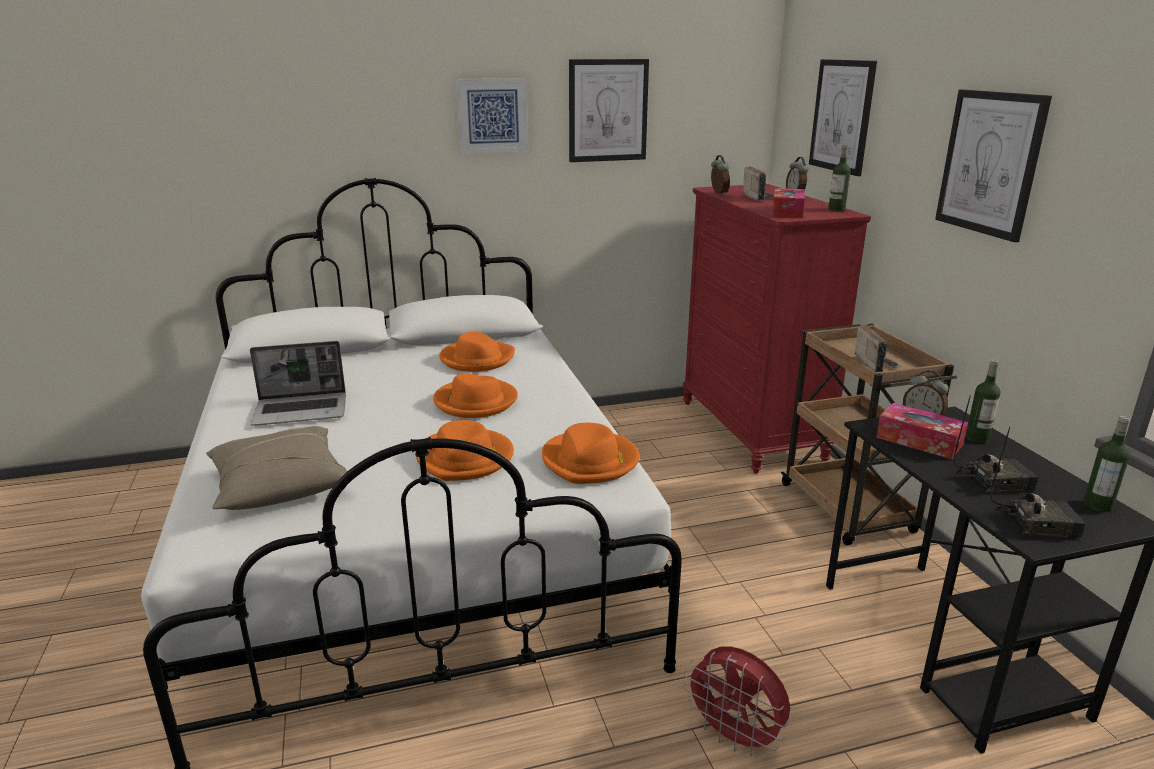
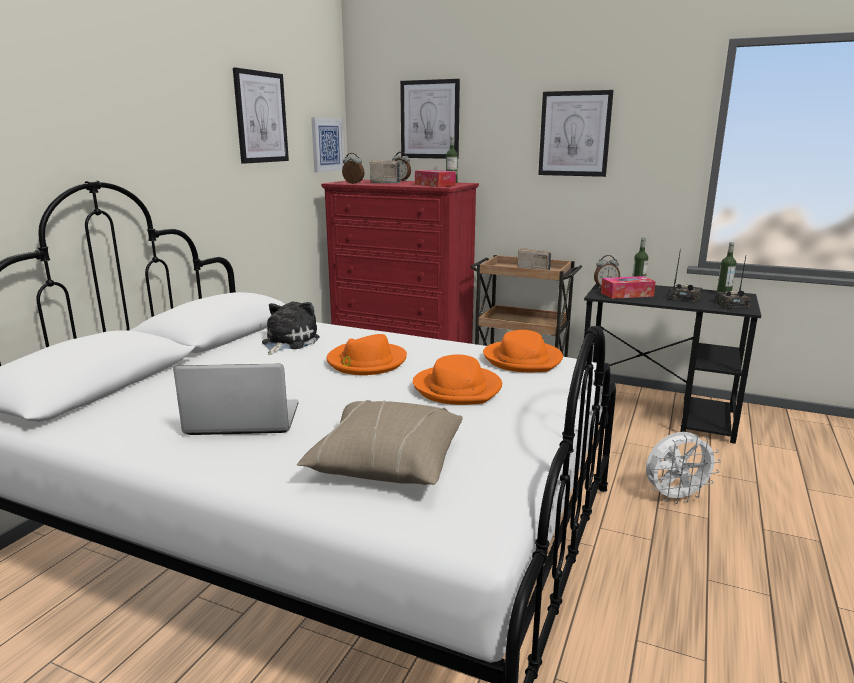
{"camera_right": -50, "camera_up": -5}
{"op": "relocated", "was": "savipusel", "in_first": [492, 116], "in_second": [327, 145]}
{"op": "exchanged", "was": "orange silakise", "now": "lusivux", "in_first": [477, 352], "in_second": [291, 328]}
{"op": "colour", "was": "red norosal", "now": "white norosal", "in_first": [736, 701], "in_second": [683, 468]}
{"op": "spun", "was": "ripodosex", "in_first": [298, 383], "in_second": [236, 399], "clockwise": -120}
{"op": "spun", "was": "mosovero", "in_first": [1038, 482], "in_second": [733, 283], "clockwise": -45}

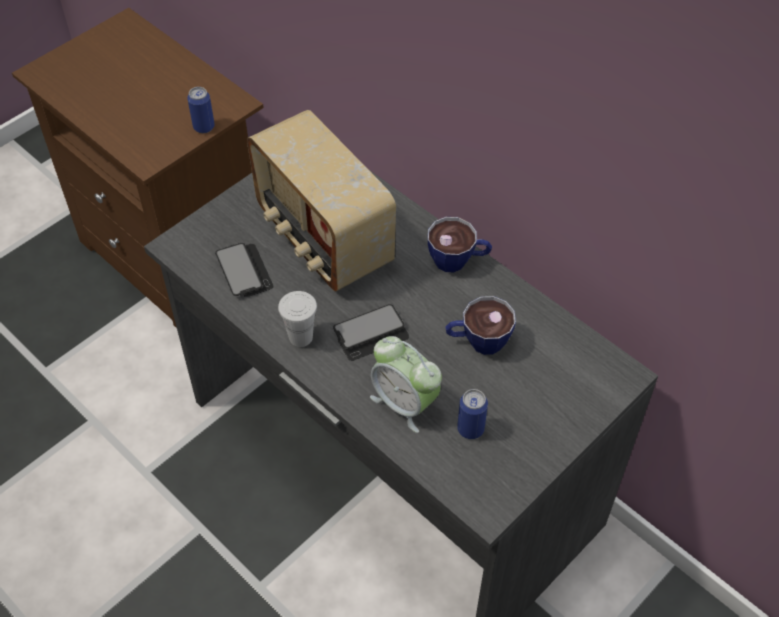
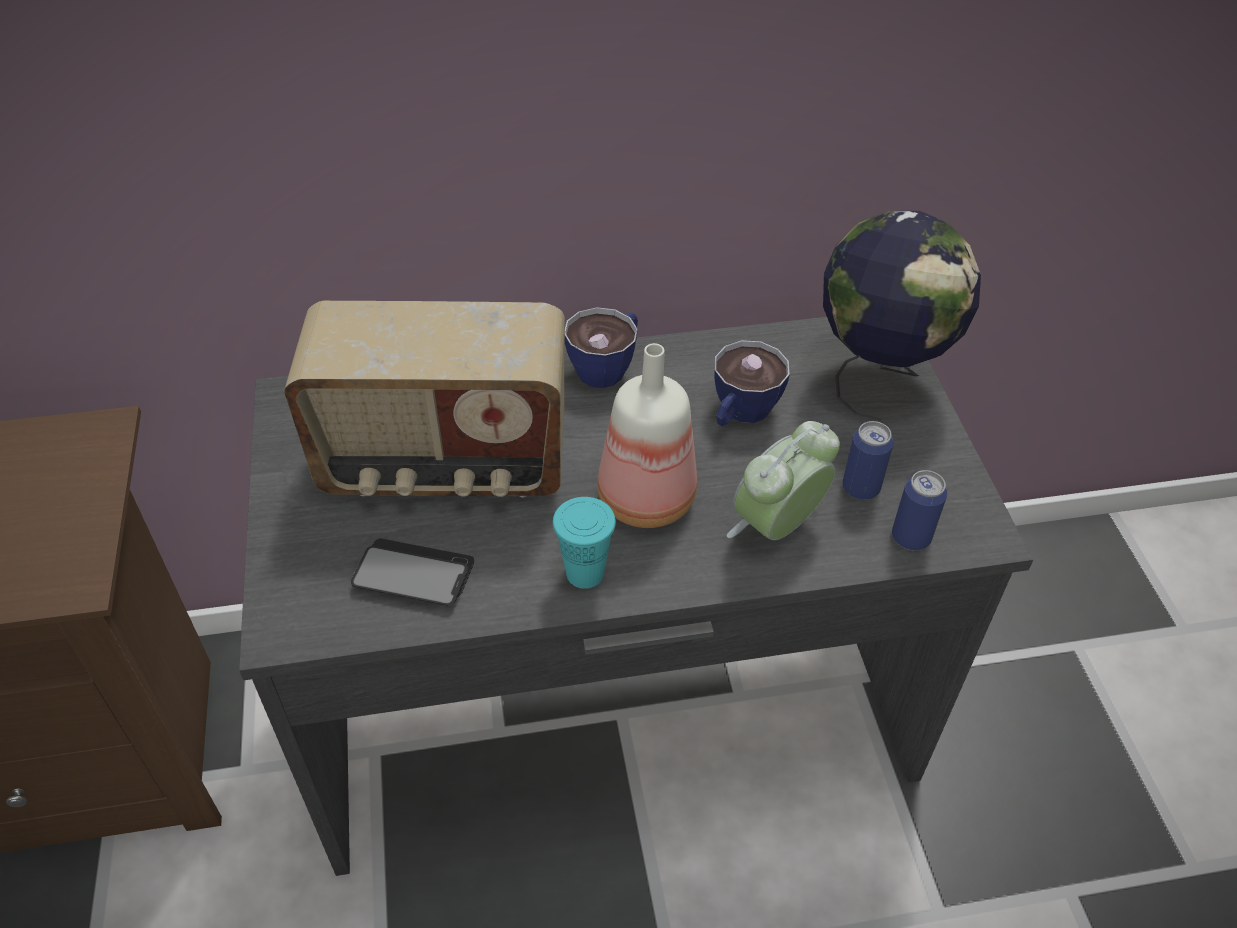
{"camera_right": -55, "camera_up": -5}
{"op": "appeared", "now": "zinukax", "in_second": [902, 316]}
{"op": "relocated", "was": "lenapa", "in_first": [201, 110], "in_second": [919, 510]}
{"op": "exchanged", "was": "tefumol", "now": "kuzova", "in_first": [371, 332], "in_second": [647, 435]}
{"op": "colour", "was": "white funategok", "now": "turquoise funategok", "in_first": [297, 319], "in_second": [584, 543]}
{"op": "spun", "was": "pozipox", "in_first": [406, 384], "in_second": [783, 480], "clockwise": 150}

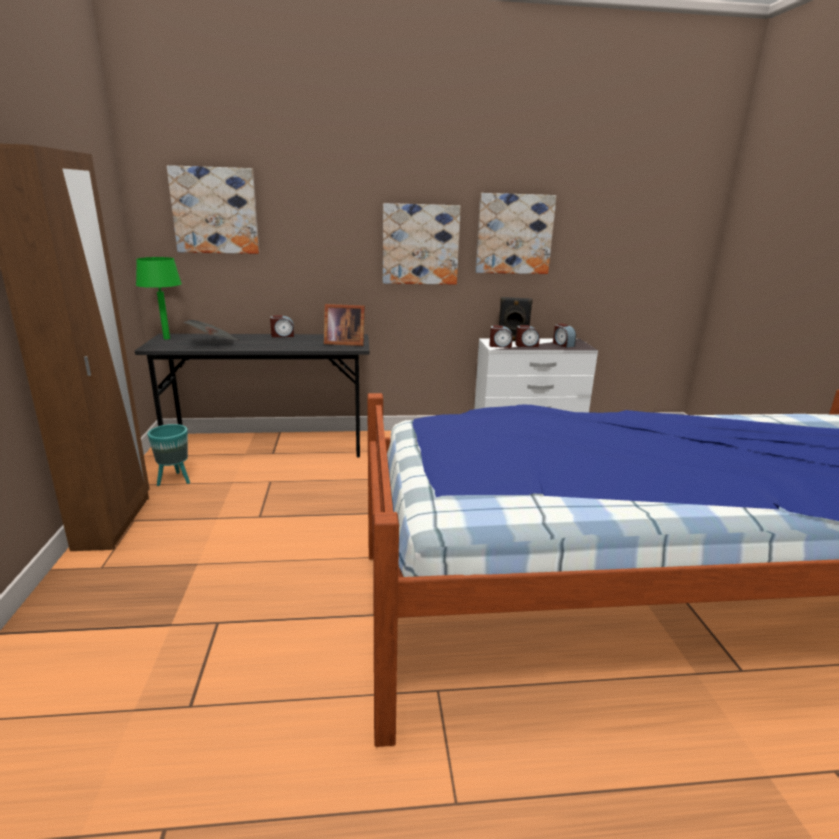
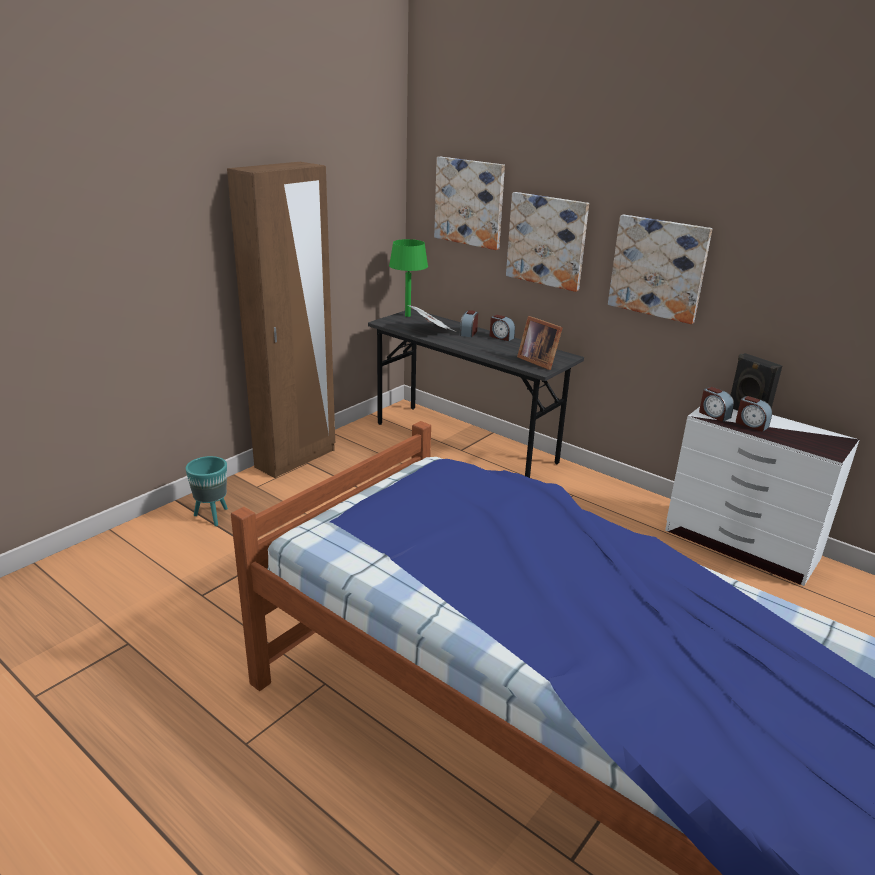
{"camera_right": 45, "camera_up": 5}
{"op": "relocated", "was": "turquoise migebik", "in_first": [168, 455], "in_second": [206, 491]}
{"op": "relocated", "was": "savipusel", "in_first": [516, 233], "in_second": [547, 242]}
{"op": "relocated", "was": "pozipox", "in_first": [564, 335], "in_second": [469, 323]}

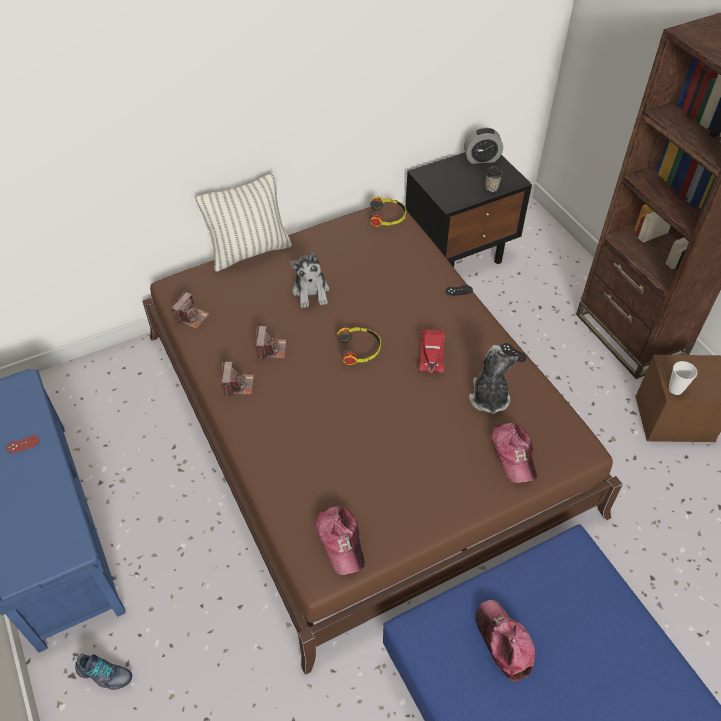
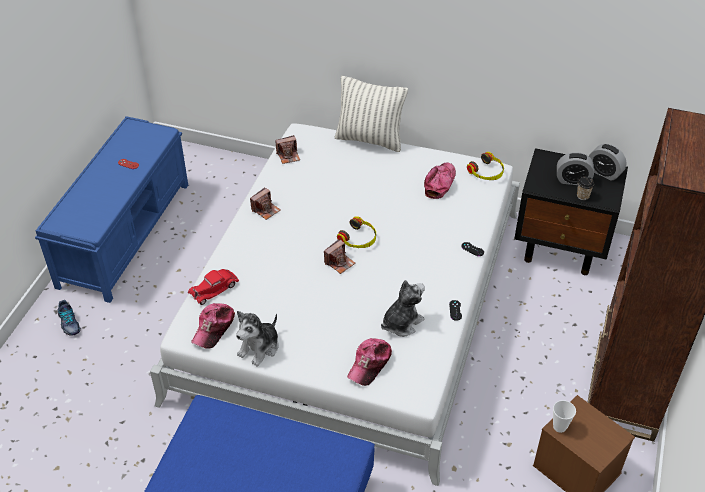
{"camera_right": 45, "camera_up": -5}
{"op": "appeared", "now": "pozipox", "in_second": [575, 168]}
{"op": "relocated", "was": "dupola", "in_first": [271, 343], "in_second": [339, 256]}
{"op": "relocated", "was": "lusivux", "in_first": [309, 280], "in_second": [257, 338]}
{"op": "relocated", "was": "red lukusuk", "in_first": [432, 351], "in_second": [213, 287]}
{"op": "relocated", "was": "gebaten", "in_first": [505, 640], "in_second": [440, 180]}
{"op": "colour", "was": "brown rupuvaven", "now": "white rupuvaven", "in_first": [382, 437], "in_second": [335, 304]}

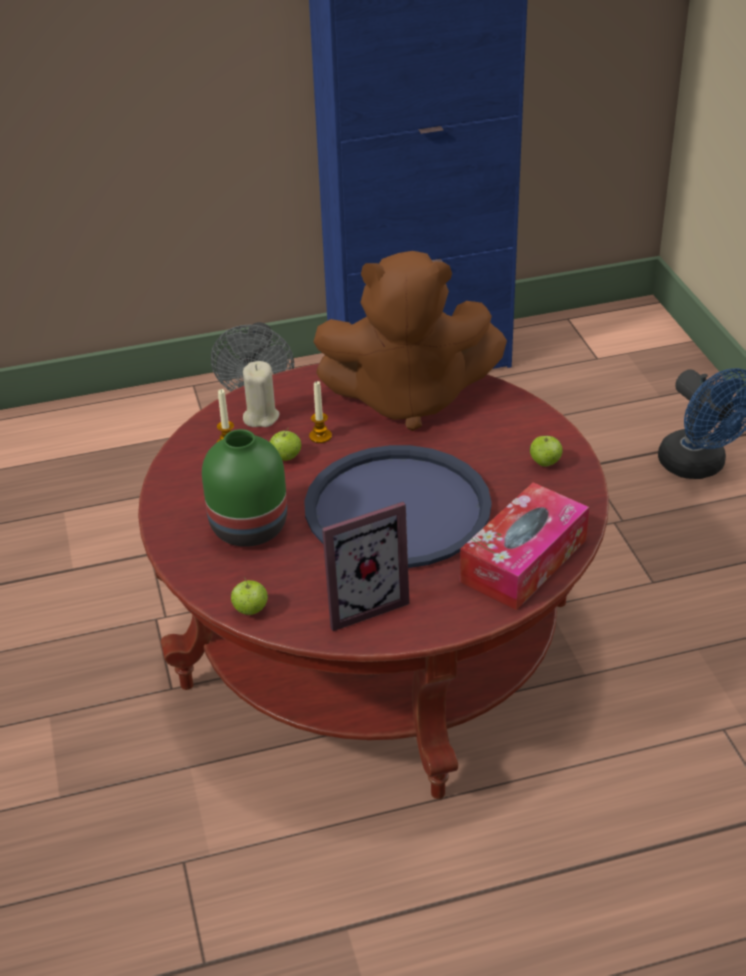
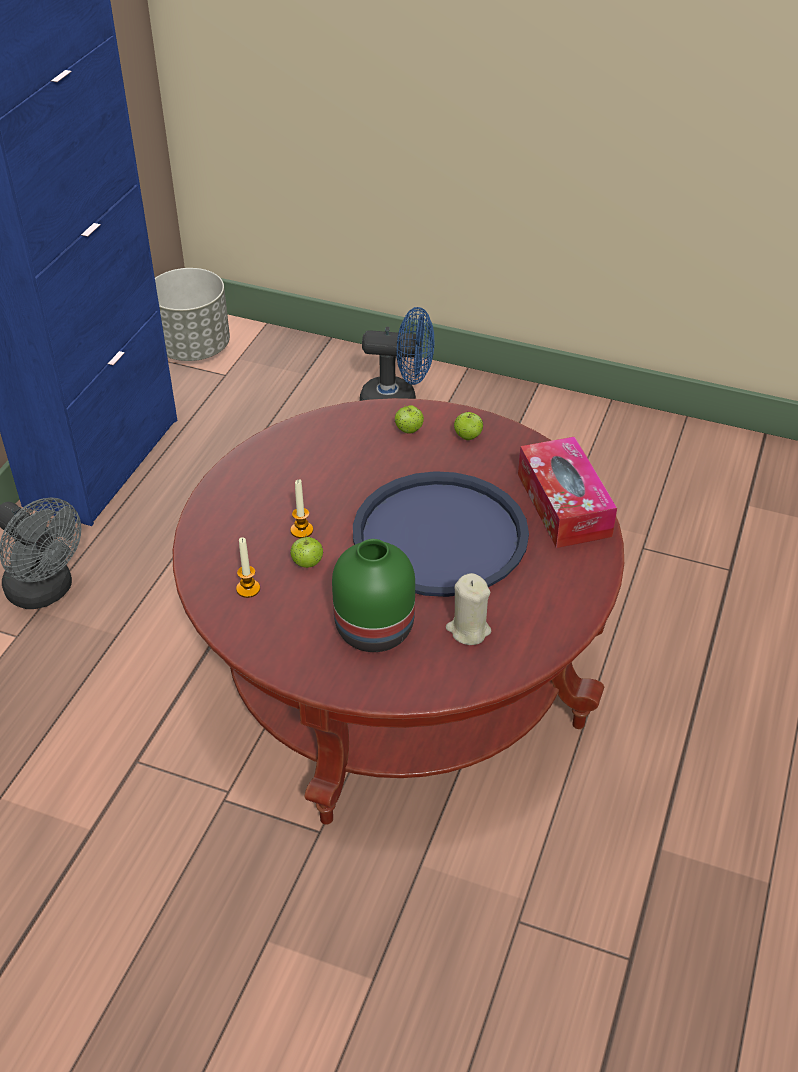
{"camera_right": -55, "camera_up": 5}
{"op": "missing", "was": "brown lusivux", "in_first": [410, 341]}
{"op": "missing", "was": "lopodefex", "in_first": [365, 566]}
{"op": "appeared", "now": "grey migebik", "in_second": [192, 314]}
{"op": "relocated", "was": "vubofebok", "in_first": [249, 596], "in_second": [409, 419]}
{"op": "relocated", "was": "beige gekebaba", "in_first": [261, 394], "in_second": [468, 609]}

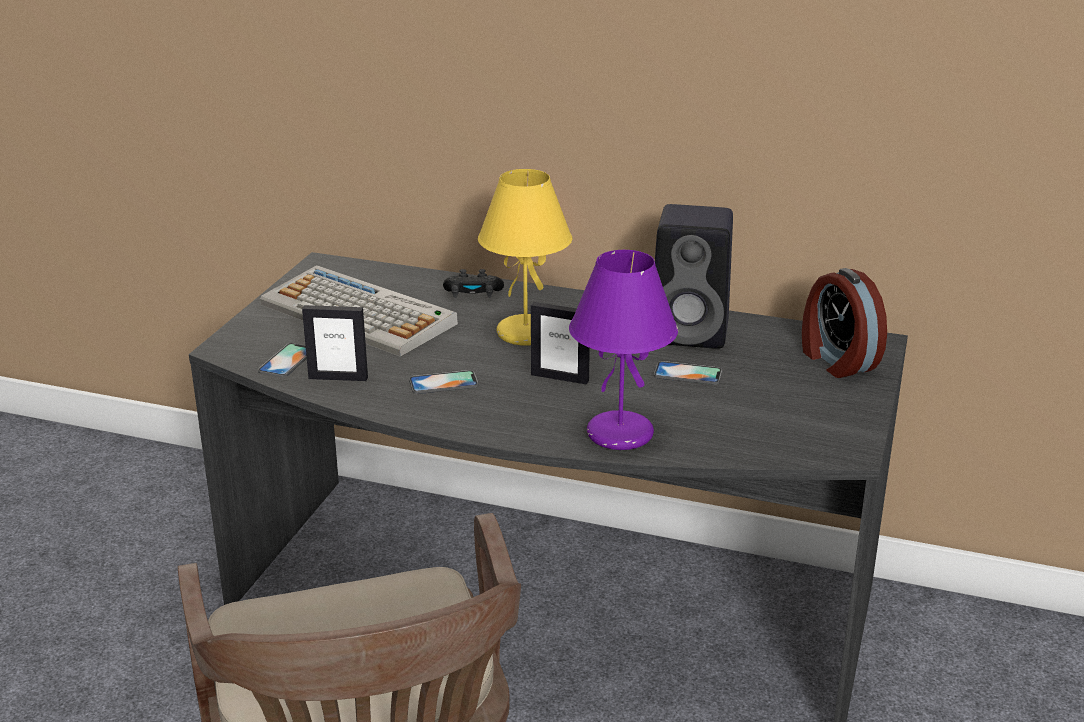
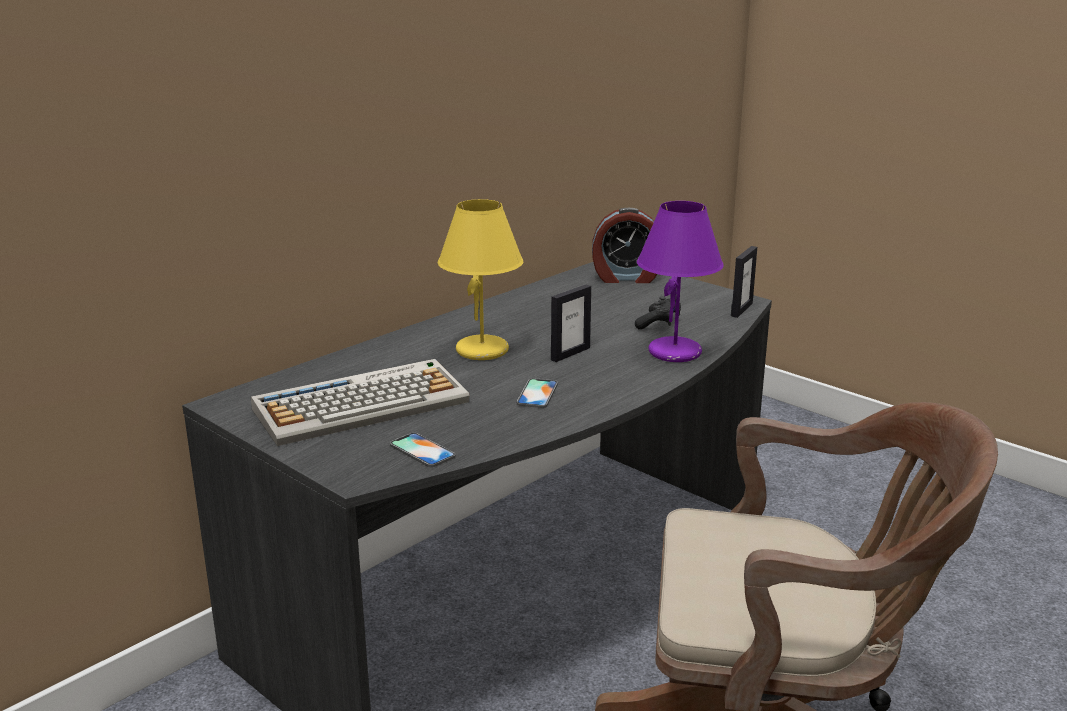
{"camera_right": -65, "camera_up": -5}
{"op": "missing", "was": "tefumol", "in_first": [688, 373]}
{"op": "missing", "was": "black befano", "in_first": [694, 276]}
{"op": "relocated", "was": "lopodefex", "in_first": [335, 343], "in_second": [744, 282]}
{"op": "relocated", "was": "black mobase", "in_first": [473, 283], "in_second": [658, 313]}

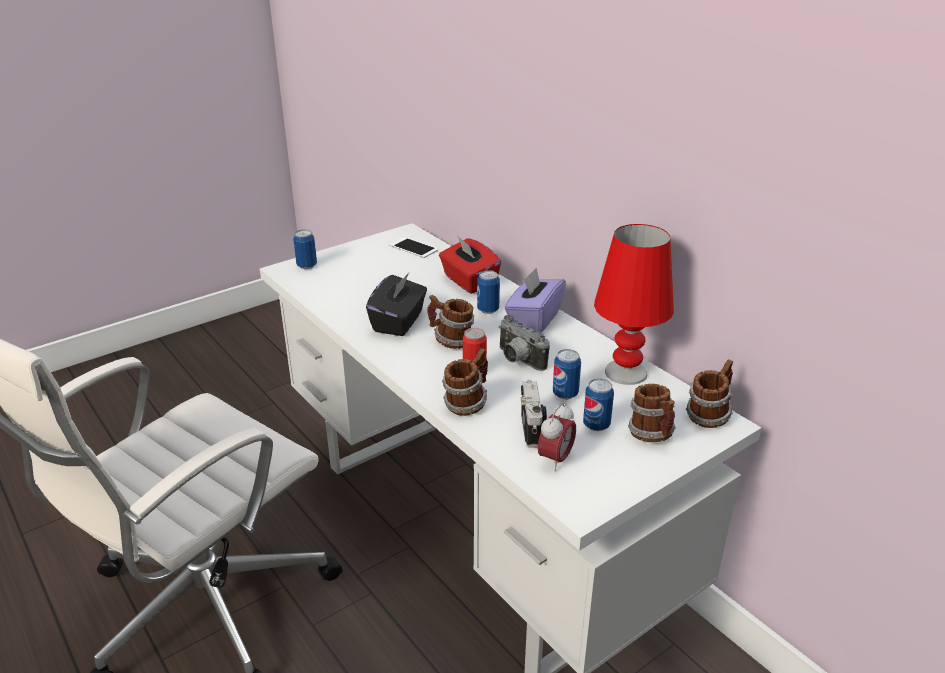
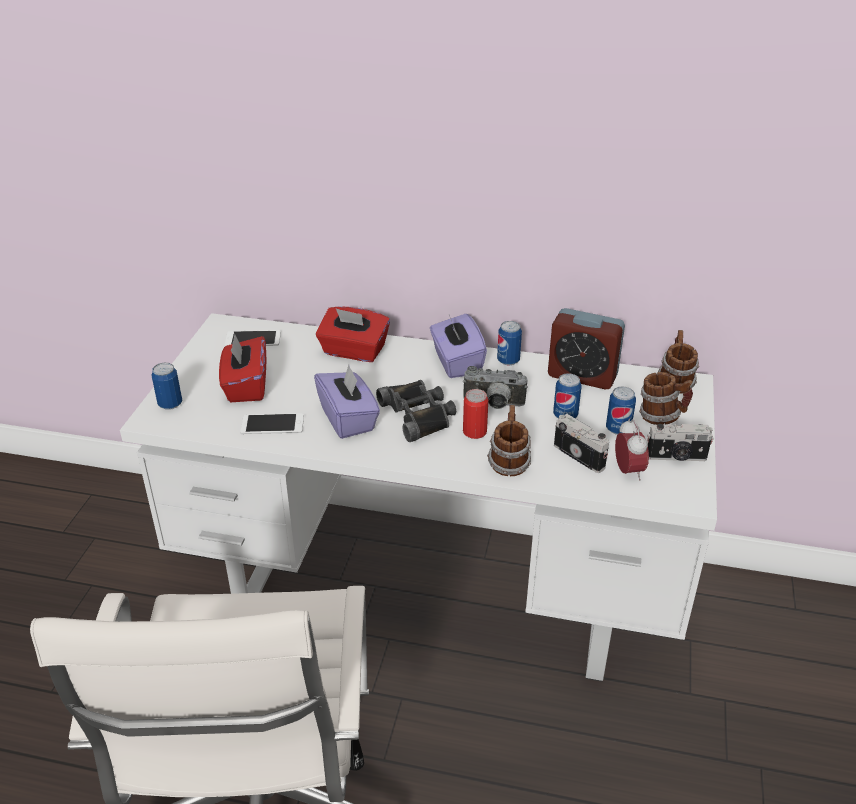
{"camera_right": -40, "camera_up": 5}
{"op": "appeared", "now": "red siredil", "in_second": [242, 368]}
{"op": "appeared", "now": "tefumol", "in_second": [272, 423]}
{"op": "appeared", "now": "dupola", "in_second": [680, 442]}
{"op": "relocated", "was": "lenapa", "in_first": [488, 292], "in_second": [509, 343]}
{"op": "exchanged", "was": "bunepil", "now": "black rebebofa", "in_first": [450, 322], "in_second": [416, 411]}
{"op": "exchanged", "was": "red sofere", "now": "pozipox", "in_first": [634, 304], "in_second": [586, 349]}
{"op": "colour", "was": "black siredil", "now": "purple siredil", "in_first": [396, 304], "in_second": [347, 402]}

